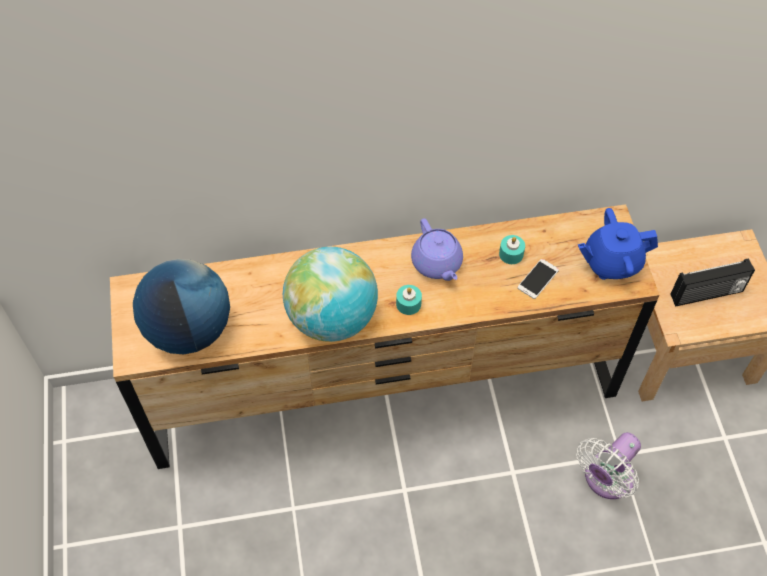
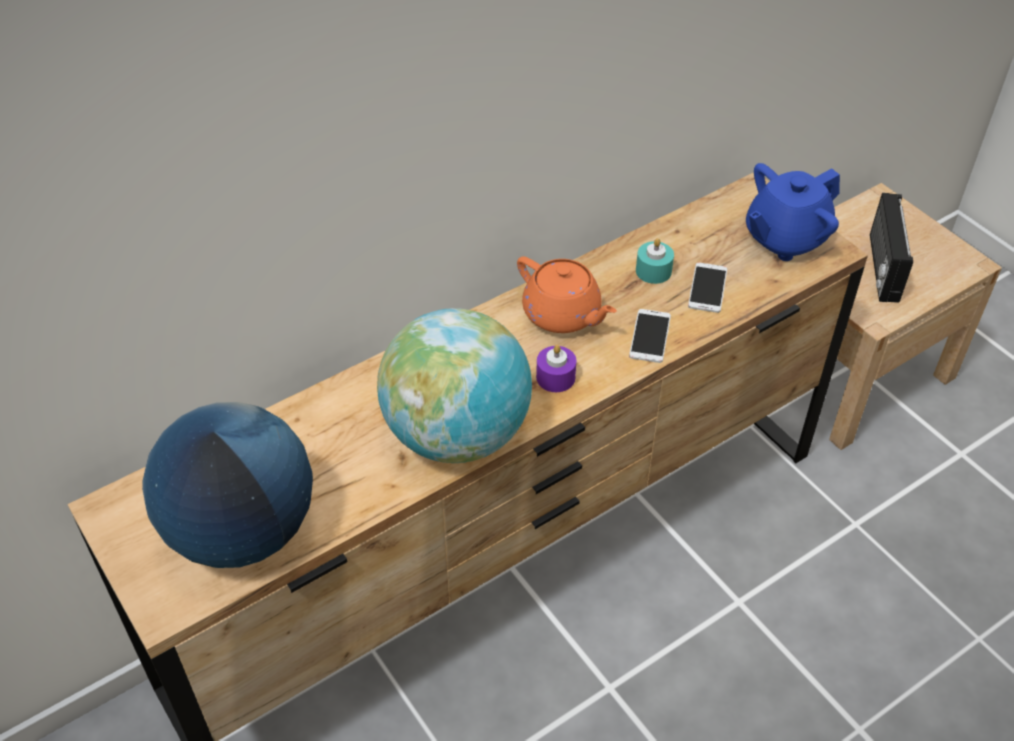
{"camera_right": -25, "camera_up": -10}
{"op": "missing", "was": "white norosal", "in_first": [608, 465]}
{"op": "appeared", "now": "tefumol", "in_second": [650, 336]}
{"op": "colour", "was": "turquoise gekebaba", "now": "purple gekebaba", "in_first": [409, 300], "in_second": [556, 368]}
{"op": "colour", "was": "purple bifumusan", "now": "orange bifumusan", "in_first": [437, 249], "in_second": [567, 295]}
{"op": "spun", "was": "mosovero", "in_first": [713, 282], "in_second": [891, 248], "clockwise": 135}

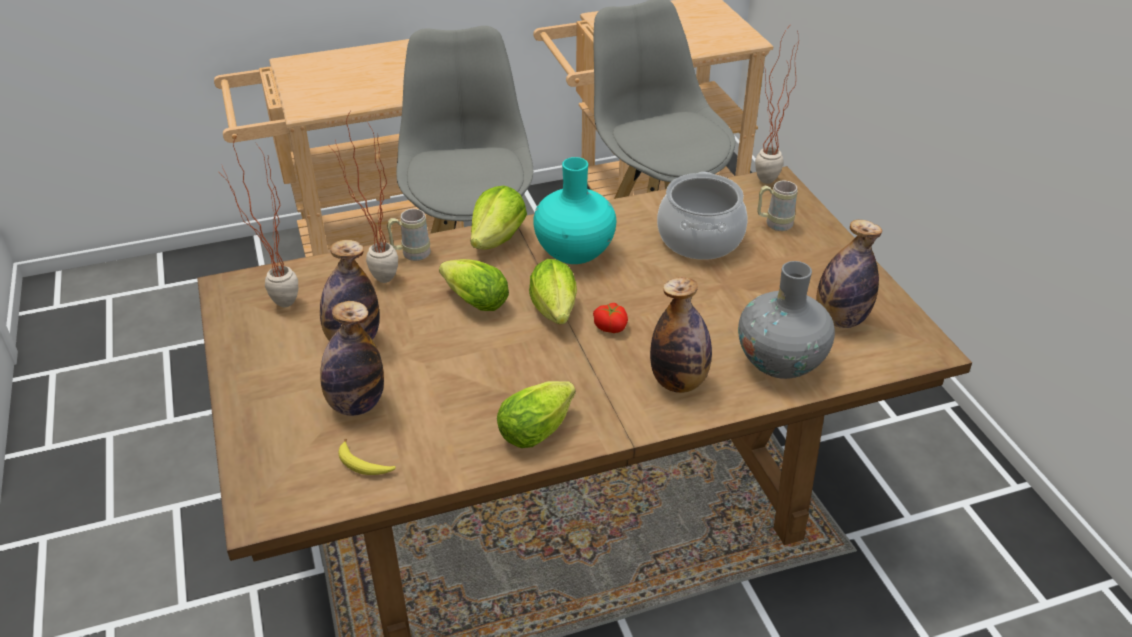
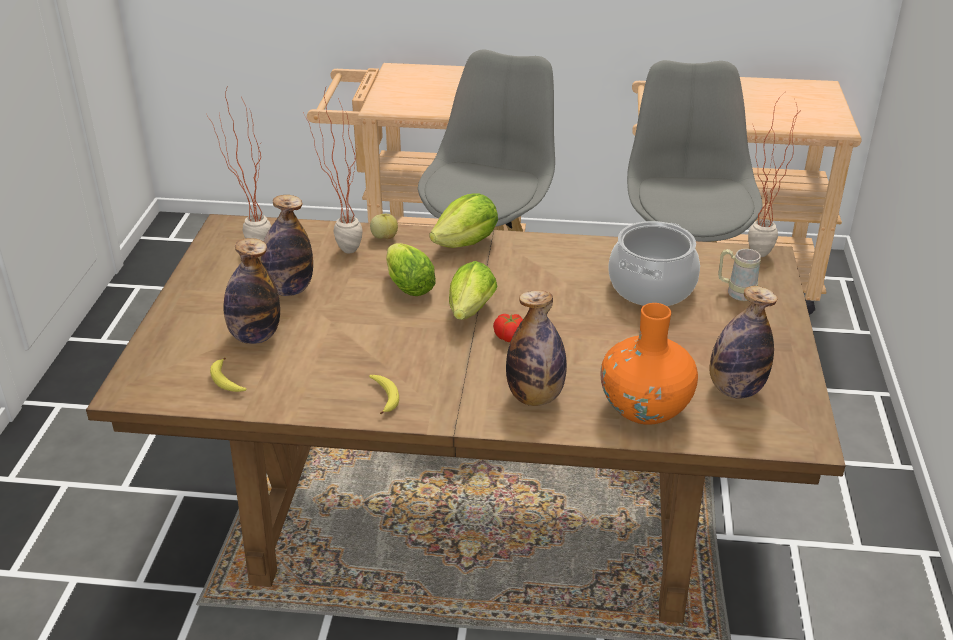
{"camera_right": 25, "camera_up": -5}
{"op": "missing", "was": "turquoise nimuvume", "in_first": [574, 210]}
{"op": "exchanged", "was": "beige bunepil", "now": "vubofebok", "in_first": [409, 235], "in_second": [384, 226]}
{"op": "exchanged", "was": "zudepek", "now": "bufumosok", "in_first": [536, 414], "in_second": [384, 394]}
{"op": "colour", "was": "grey nimuvume", "now": "orange nimuvume", "in_first": [786, 320], "in_second": [649, 364]}

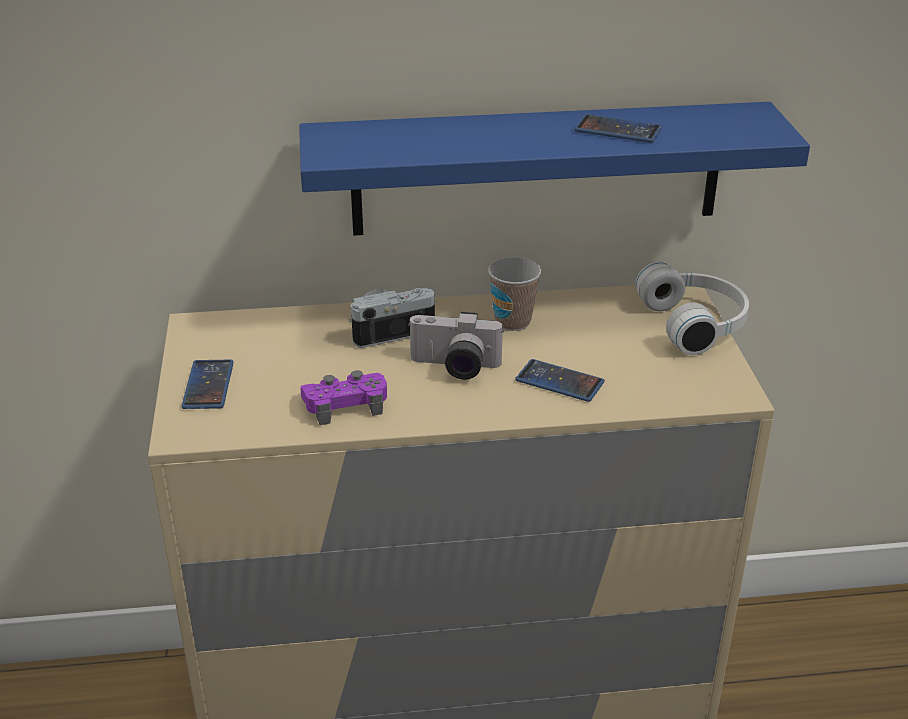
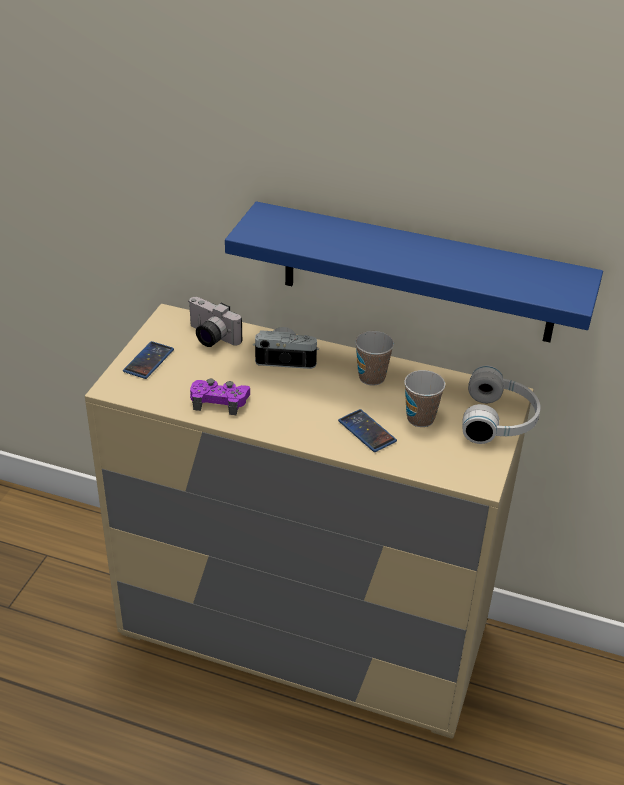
{"camera_right": 25, "camera_up": 5}
{"op": "missing", "was": "tefumol", "in_first": [618, 128]}
{"op": "appeared", "now": "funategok", "in_second": [425, 398]}
{"op": "relocated", "was": "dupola", "in_first": [456, 346], "in_second": [215, 322]}

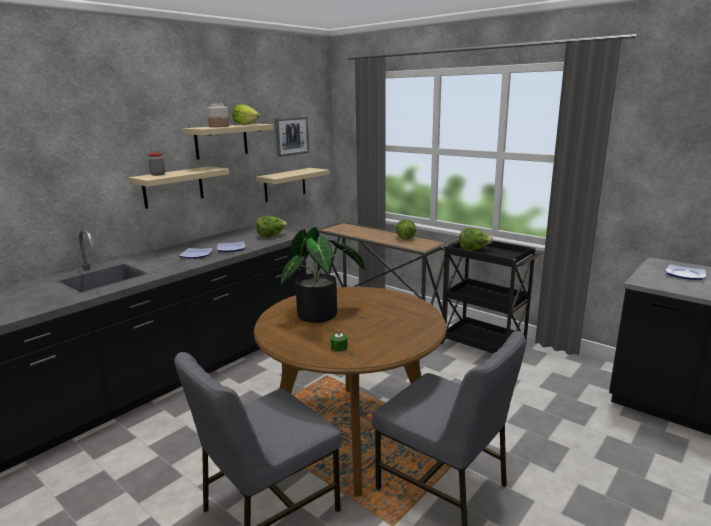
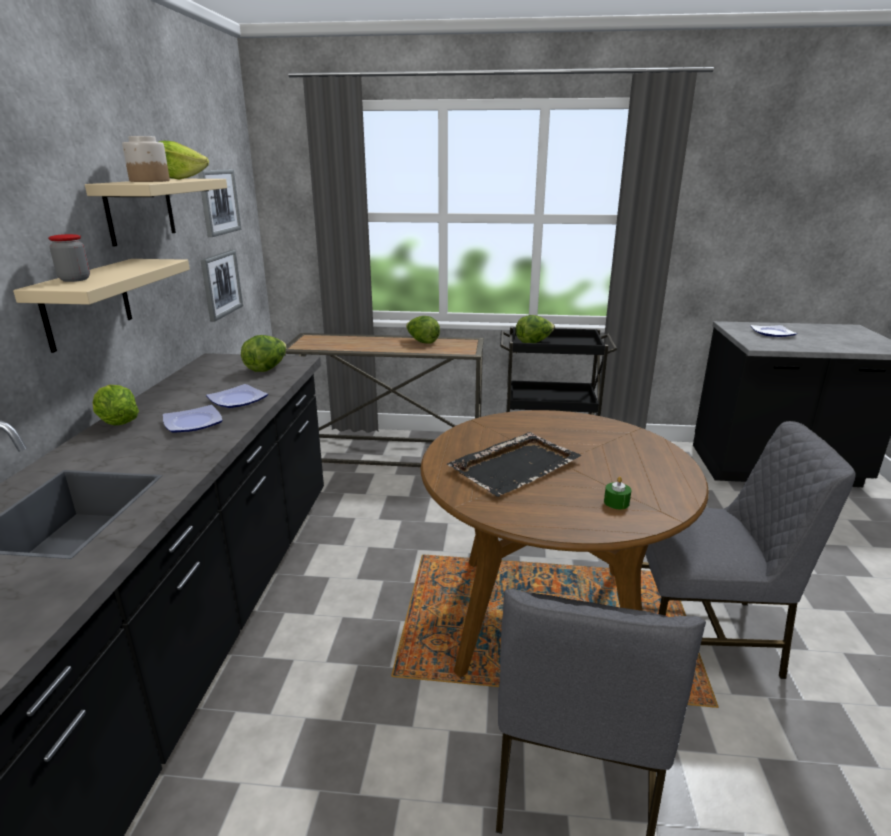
{"camera_right": -35, "camera_up": 5}
{"op": "appeared", "now": "zudepek", "in_second": [116, 405]}
{"op": "exchanged", "was": "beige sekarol", "now": "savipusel", "in_first": [293, 185], "in_second": [222, 286]}
{"op": "exchanged", "was": "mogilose", "now": "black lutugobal", "in_first": [322, 275], "in_second": [514, 464]}

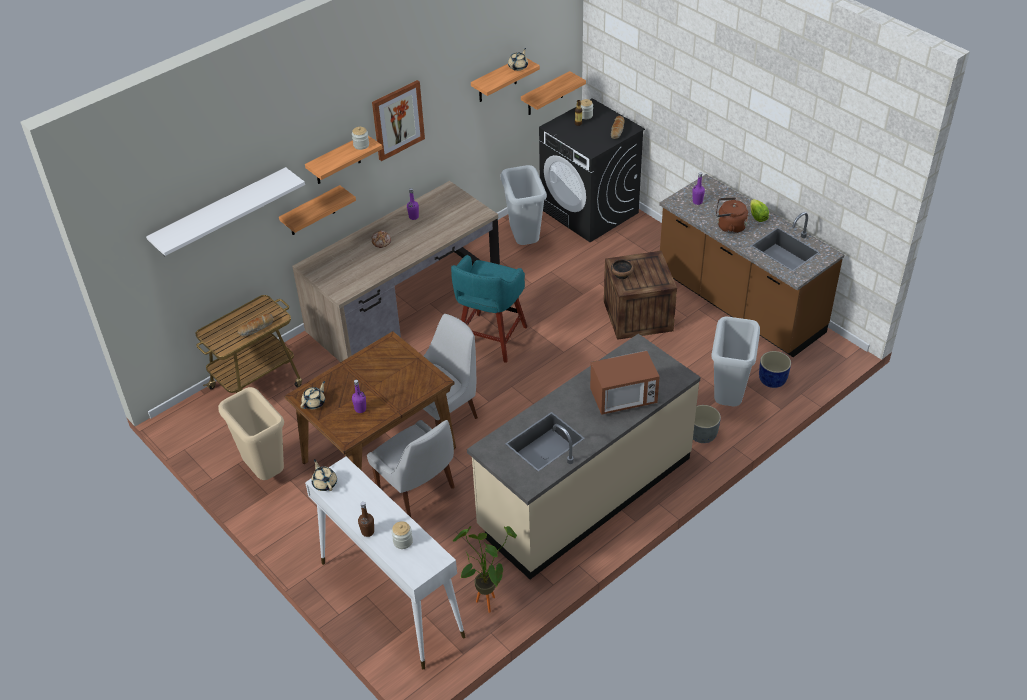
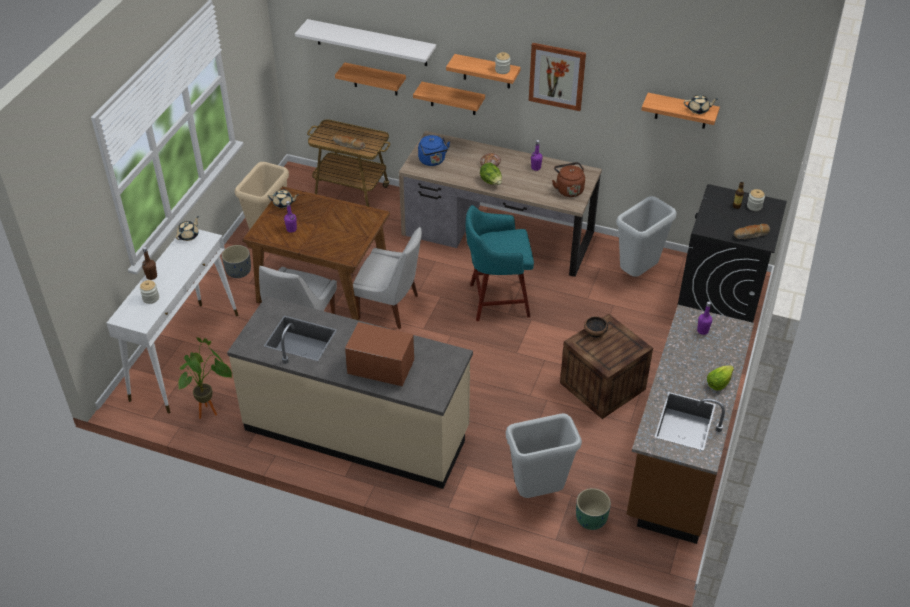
{"camera_right": 60, "camera_up": 0}
{"op": "appeared", "now": "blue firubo", "in_second": [434, 150]}
{"op": "appeared", "now": "zudepek", "in_second": [491, 173]}
{"op": "relocated", "was": "sekarol", "in_first": [553, 93], "in_second": [370, 78]}
{"op": "relocated", "was": "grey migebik", "in_first": [707, 424], "in_second": [236, 261]}
{"op": "relocated", "was": "brown firubo", "in_first": [732, 215], "in_second": [568, 179]}
{"op": "colour", "was": "blue migebik", "now": "green migebik", "in_first": [775, 369], "in_second": [593, 509]}
{"op": "spun", "was": "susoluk", "in_first": [625, 383], "in_second": [379, 354], "clockwise": 150}

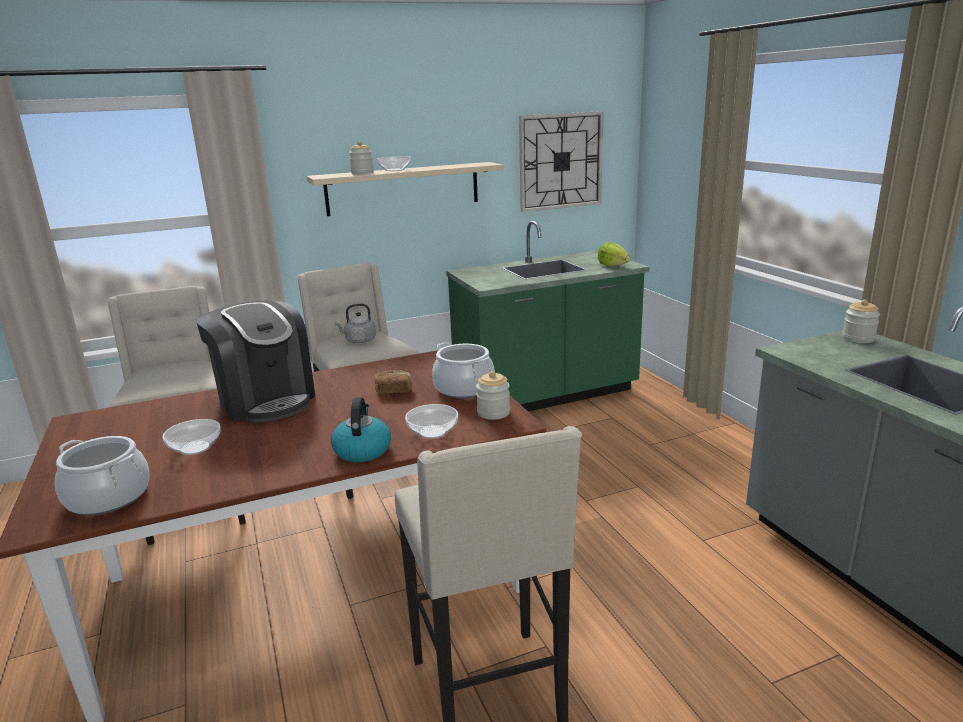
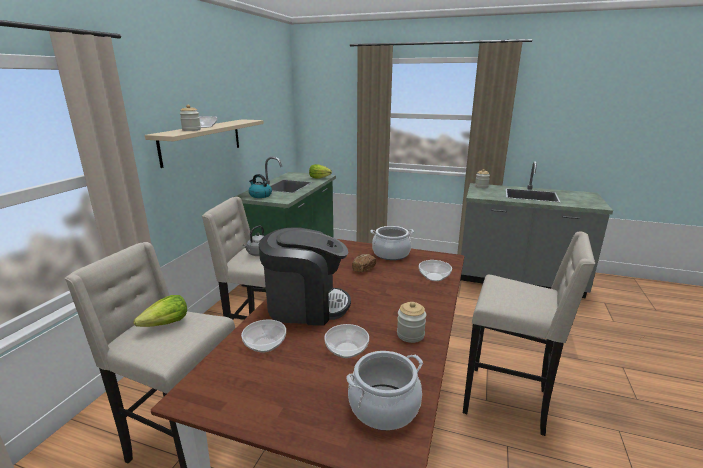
{"camera_right": -50, "camera_up": 0}
{"op": "missing", "was": "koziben", "in_first": [561, 161]}
{"op": "appeared", "now": "zudepek", "in_second": [160, 311]}
{"op": "appeared", "now": "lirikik", "in_second": [263, 336]}
{"op": "relocated", "was": "firubo", "in_first": [361, 429], "in_second": [260, 186]}
{"op": "relocated", "was": "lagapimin", "in_first": [493, 395], "in_second": [411, 322]}

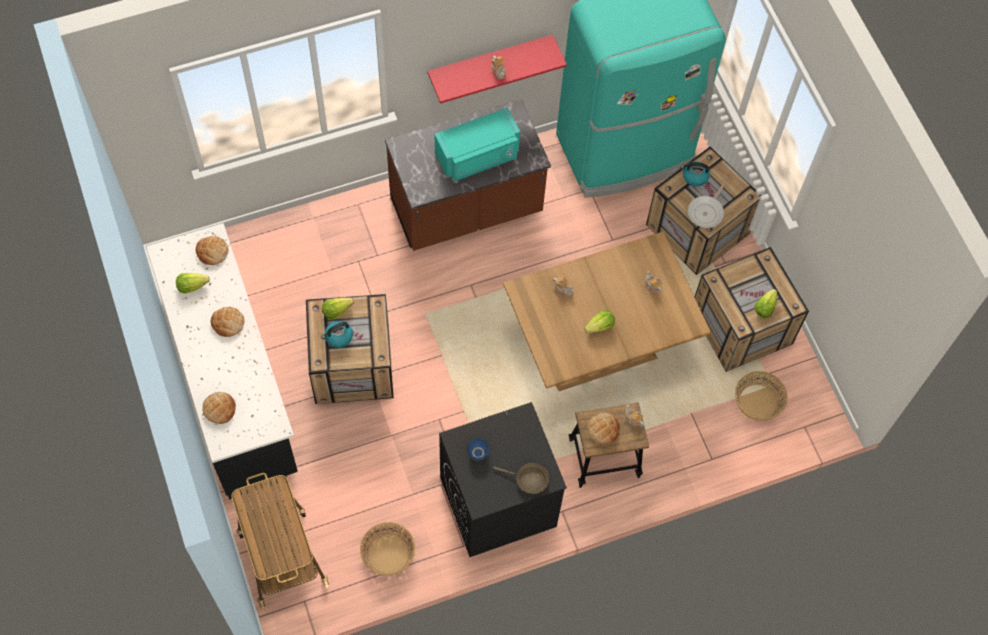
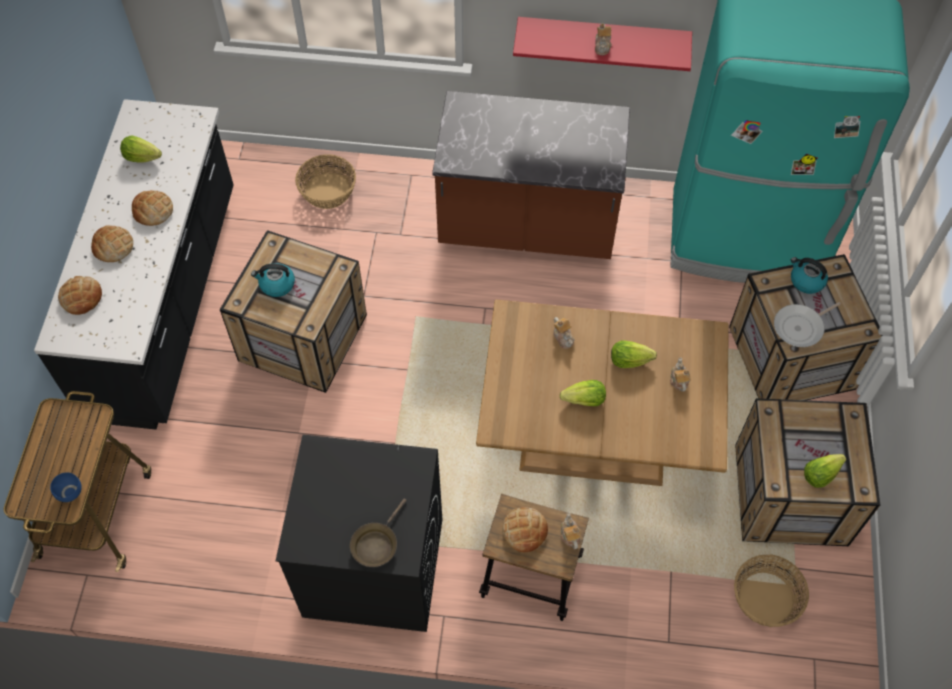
{"camera_right": 30, "camera_up": -5}
{"op": "missing", "was": "turquoise susoluk", "in_first": [477, 144]}
{"op": "relocated", "was": "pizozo", "in_first": [212, 250], "in_second": [112, 243]}
{"op": "relocated", "was": "zudepek", "in_first": [338, 308], "in_second": [634, 354]}
{"op": "relocated", "was": "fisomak", "in_first": [387, 549], "in_second": [325, 181]}
{"op": "relocated", "was": "blue lirikik", "in_first": [478, 449], "in_second": [66, 487]}
{"op": "spun", "was": "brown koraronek", "in_first": [521, 478], "in_second": [378, 532], "clockwise": 75}

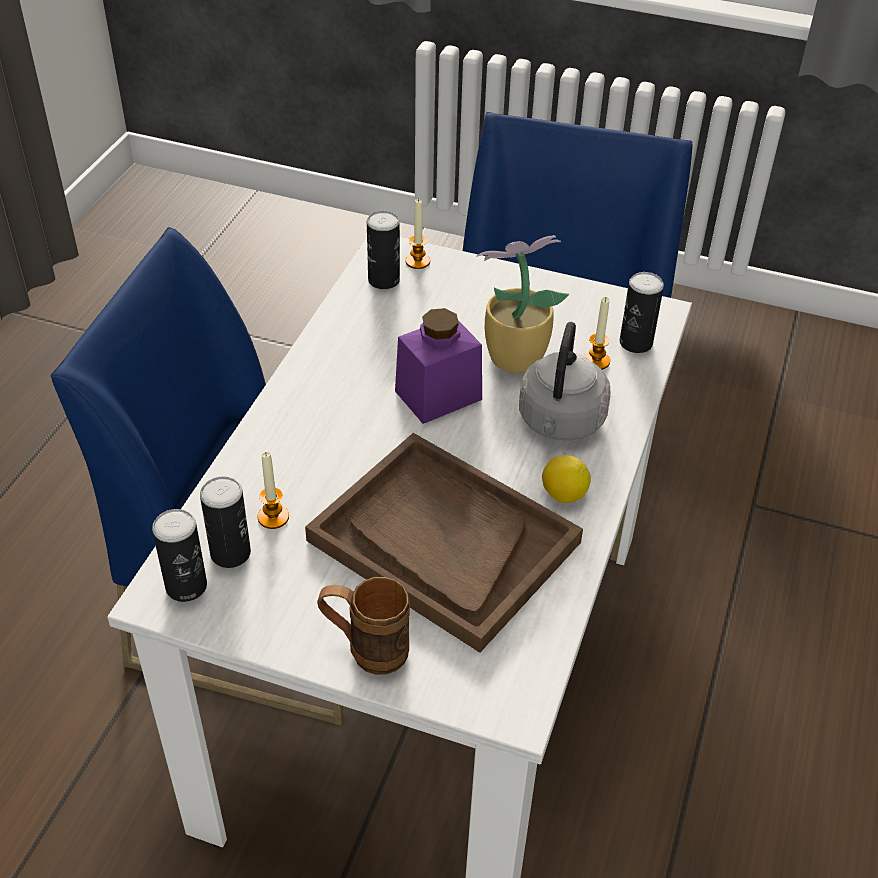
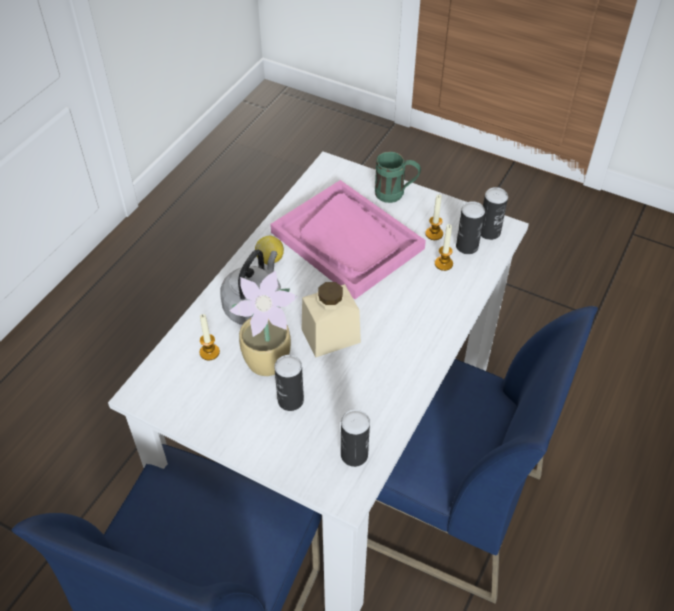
{"camera_right": -170, "camera_up": 5}
{"op": "relocated", "was": "gekebaba", "in_first": [418, 233], "in_second": [434, 217]}
{"op": "relocated", "was": "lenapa", "in_first": [642, 312], "in_second": [289, 383]}
{"op": "colour", "was": "brown lutugobal", "now": "pink lutugobal", "in_first": [444, 543], "in_second": [348, 239]}
{"op": "colour", "was": "brown bunepil", "now": "green bunepil", "in_first": [363, 626], "in_second": [398, 177]}
{"op": "colour", "was": "purple lagapimin", "now": "beige lagapimin", "in_first": [438, 366], "in_second": [331, 320]}

